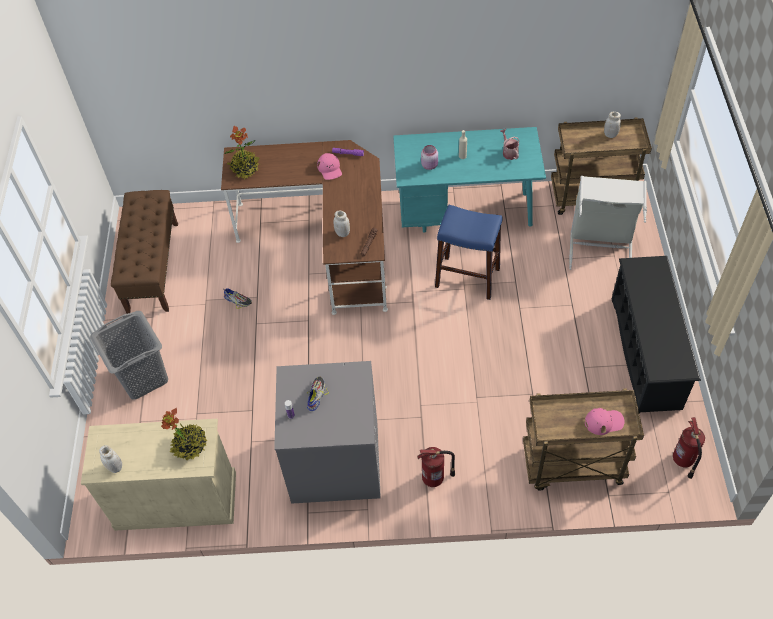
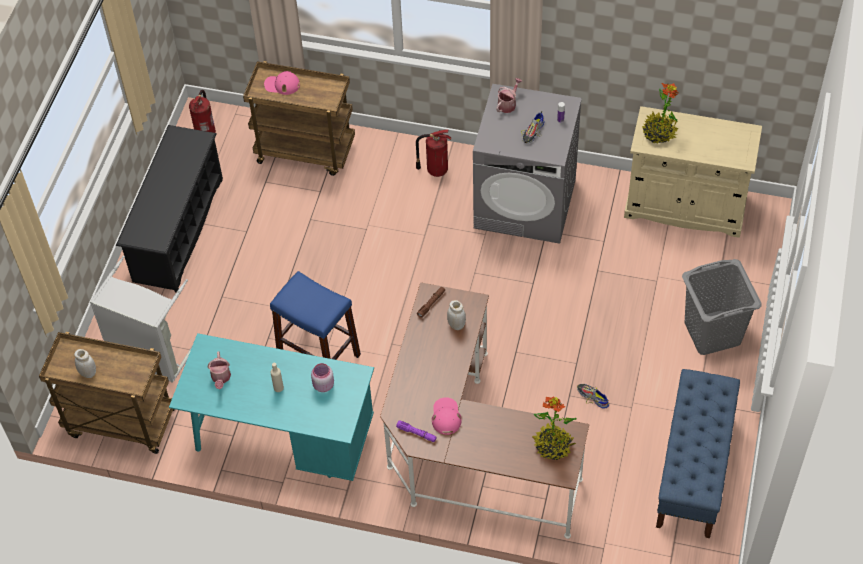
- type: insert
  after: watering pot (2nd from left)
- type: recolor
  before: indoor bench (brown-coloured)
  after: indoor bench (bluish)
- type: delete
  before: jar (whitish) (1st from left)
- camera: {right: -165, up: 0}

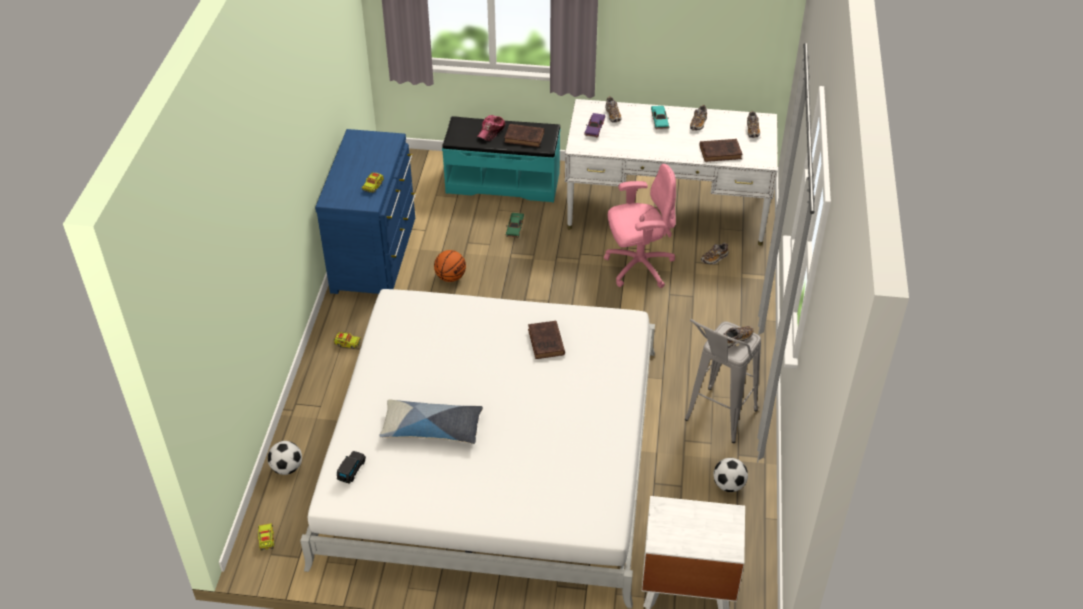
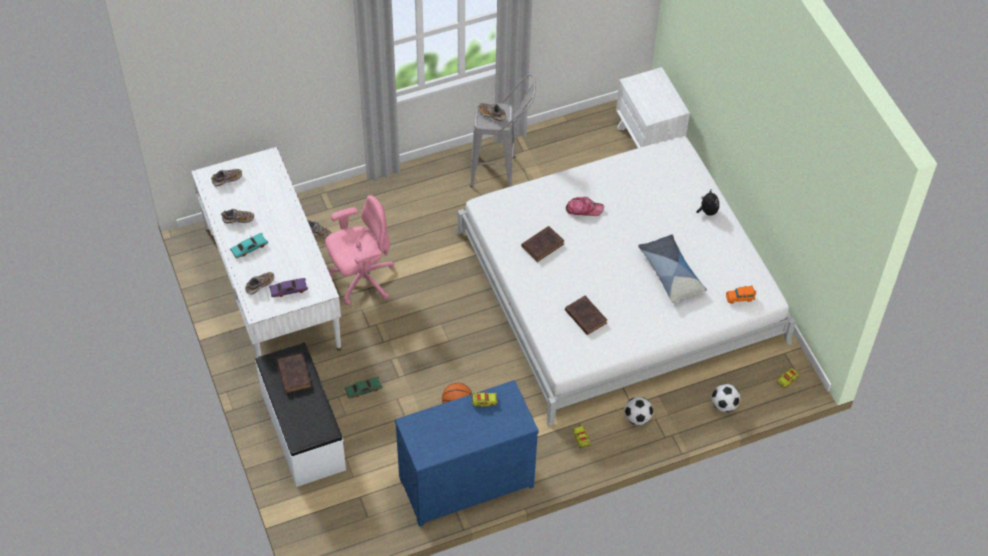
- type: recolor
  before: indoor bench (turquoise-coloured)
  after: indoor bench (whitish)
- type: rotate
  before: desk chair (pink)
  turn: 105
- type: move
  before: book (brown-coloured) (3rd from left)
- type: move
  before: baseball cap
- type: move
  before: football (2nd from left in the first image)
  after: football (1st from left)
- type: insert
  after: cuddly toy
- type: recolor
  before: model car (blackish)
  after: model car (orange-coloured)
- camera: {right: -120, up: 10}

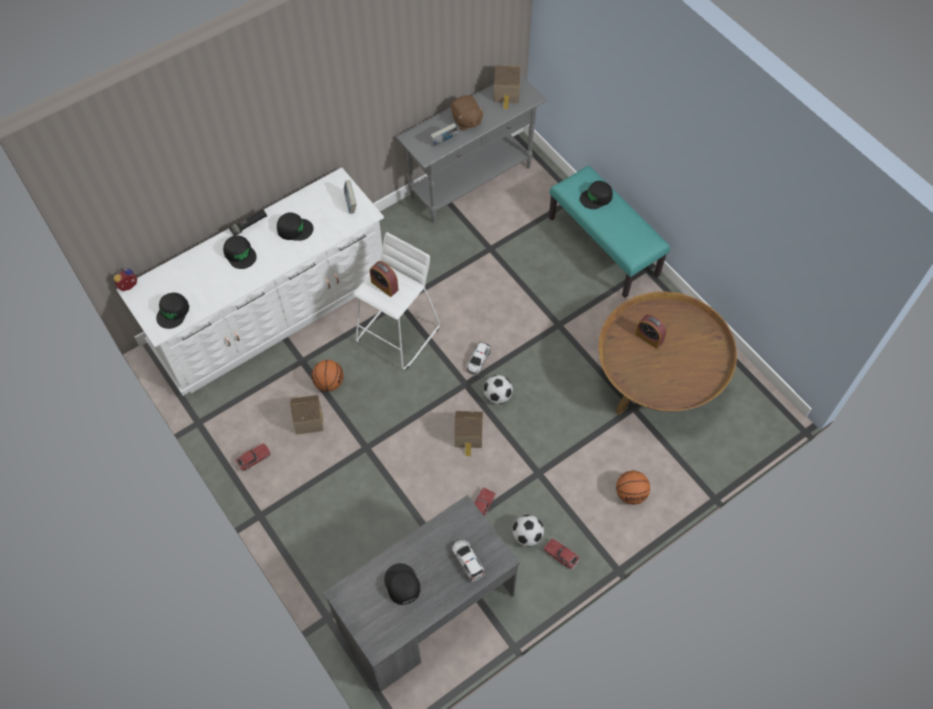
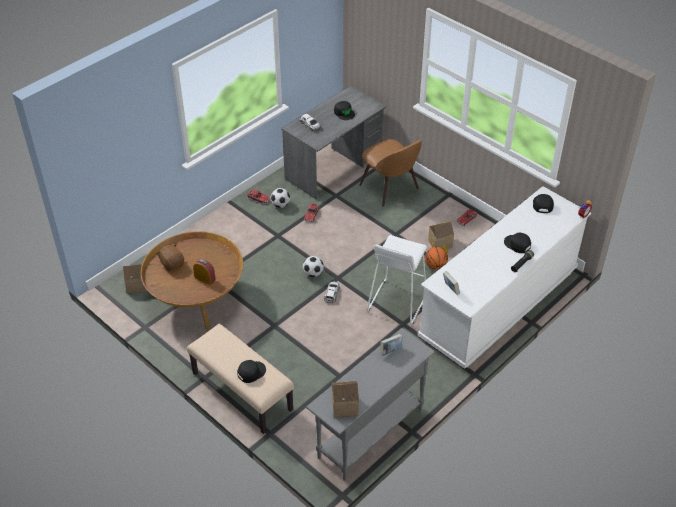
- type: move
  before: miniature house (2nd from left in the first image)
  after: miniature house (1st from left)
- type: move
  before: cuddly toy (brown-coloured)
- type: recolor
  before: indoor bench (turquoise-coloured)
  after: indoor bench (beige)
- type: insert
  after: upright chair (brown-coloured)
- type: delete
  before: baseball cap (blackish) (3rd from left)
- type: delete
  before: bedside clock (2nd from left)
- type: delete
  before: basketball ball (2nd from left)
- camera: {right: 170, up: -15}

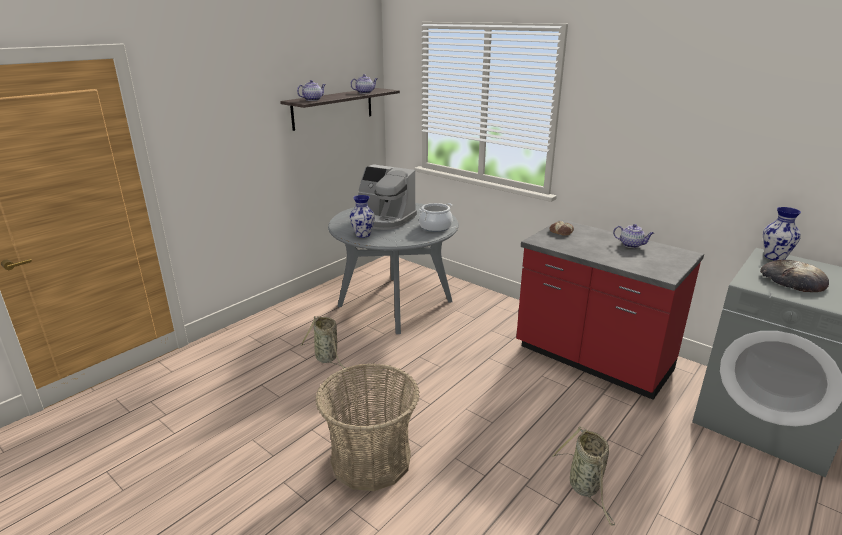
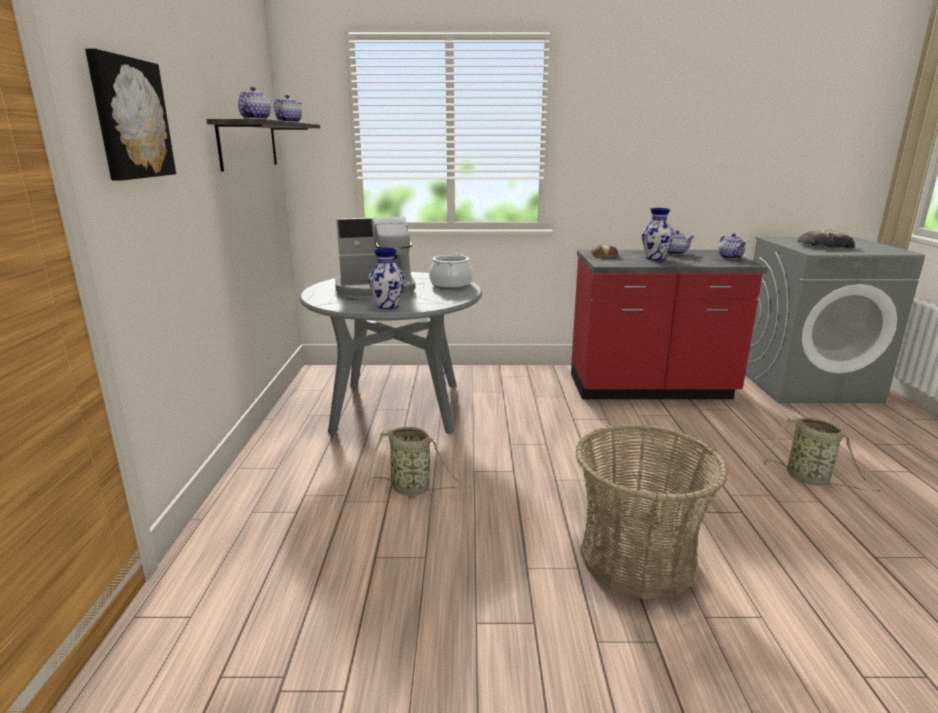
- type: insert
  after: wall art
- type: move
  before: vase (2nd from left)
- type: insert
  after: teapot (4th from left)
- camera: {right: -40, up: -5}

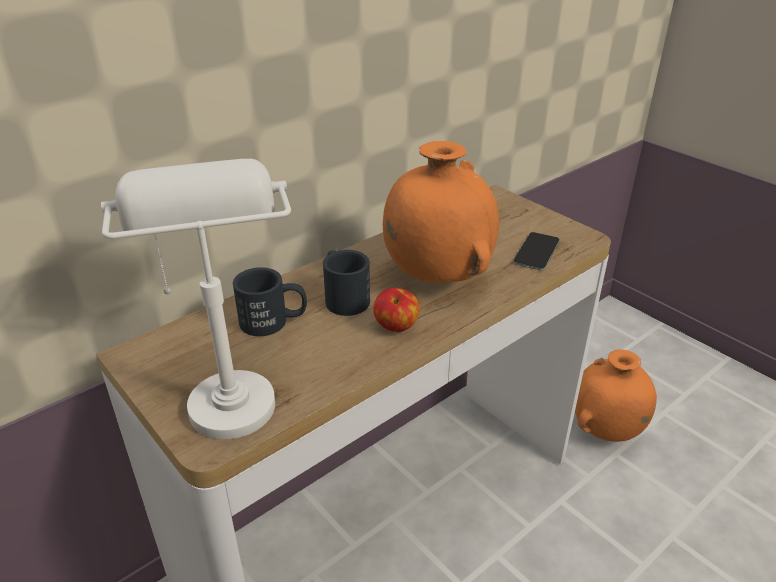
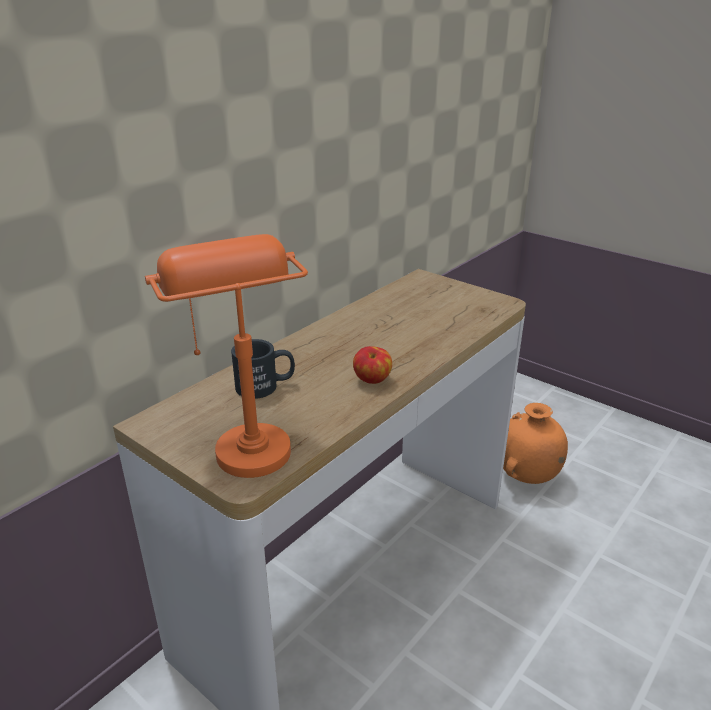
- type: recolor
  before: table lamp (whitish)
  after: table lamp (orange-coloured)
- type: delete
  before: tea mug (blackish) (2nd from left)
- type: delete
  before: vase (orange-coloured) (1st from left)
- type: delete
  before: handset
- camera: {right: -10, up: -5}

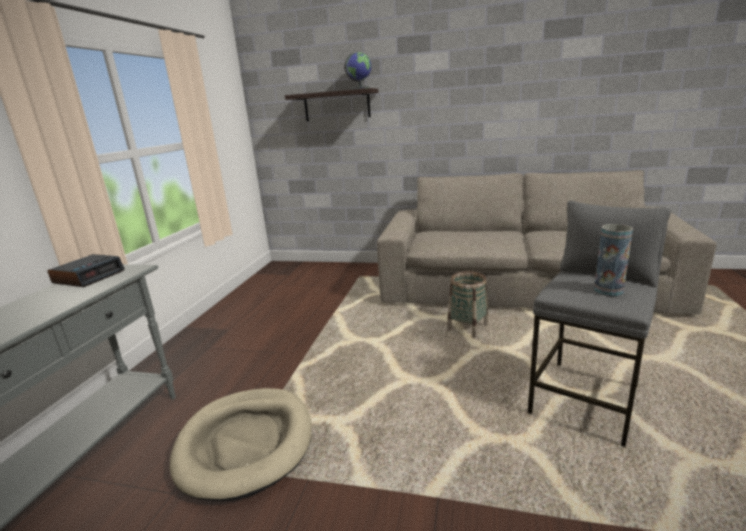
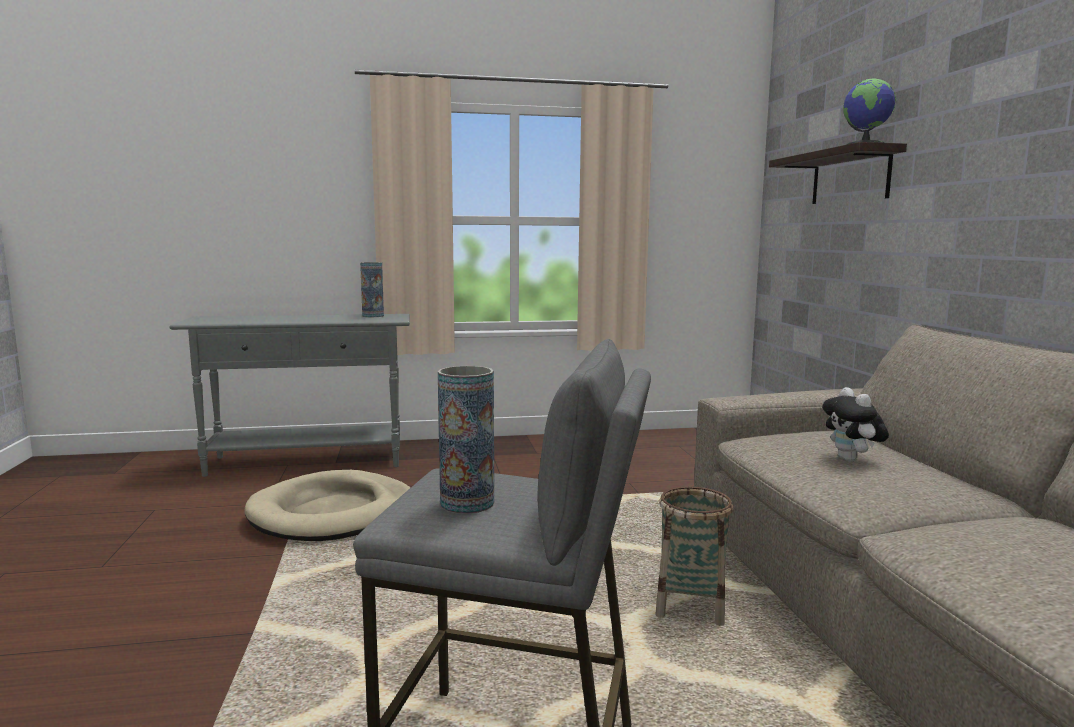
- type: replace
  before: bedside clock
  after: vase (1st from left)
- type: insert
  after: cuddly toy
- camera: {right: 65, up: -10}

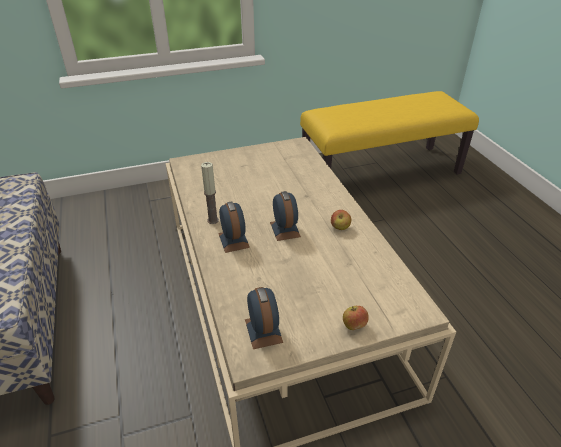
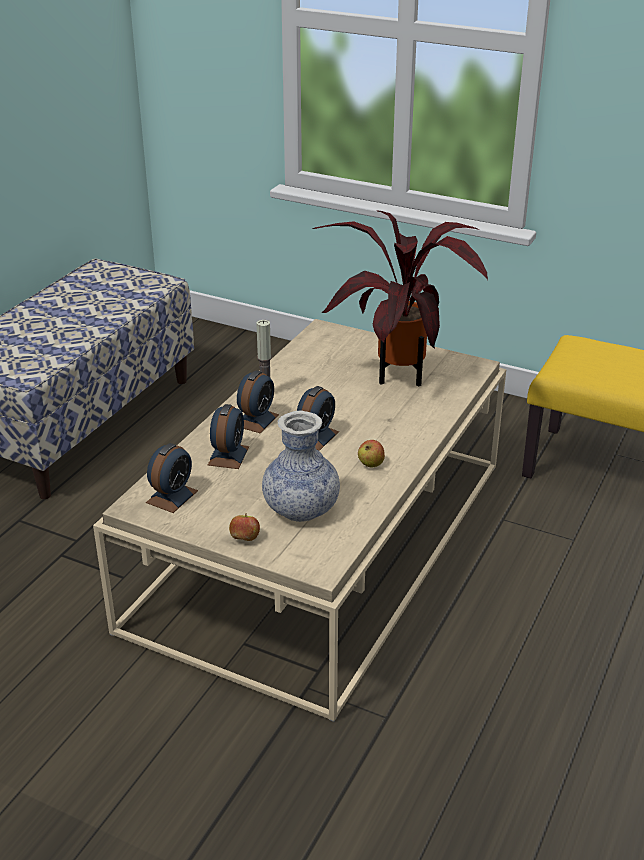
- type: insert
  after: bedside clock (2nd from left)
- type: insert
  after: vase
- type: insert
  after: plant in a pot
- camera: {right: 45, up: -5}

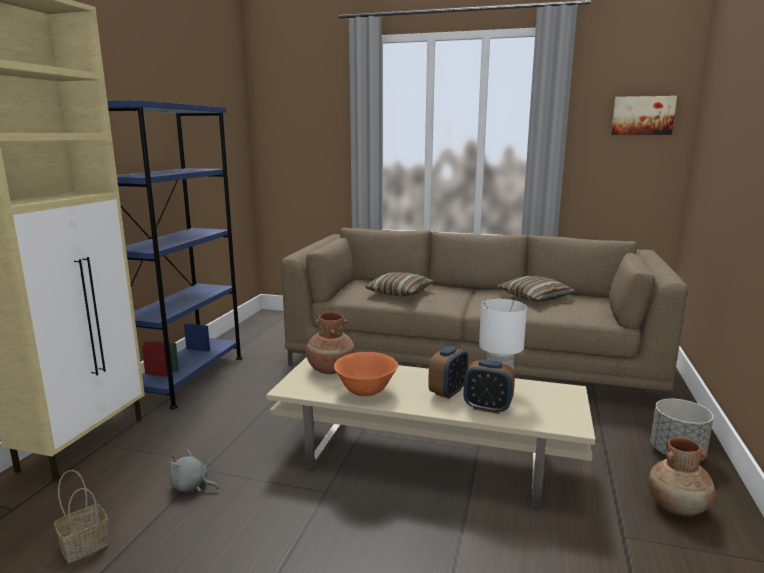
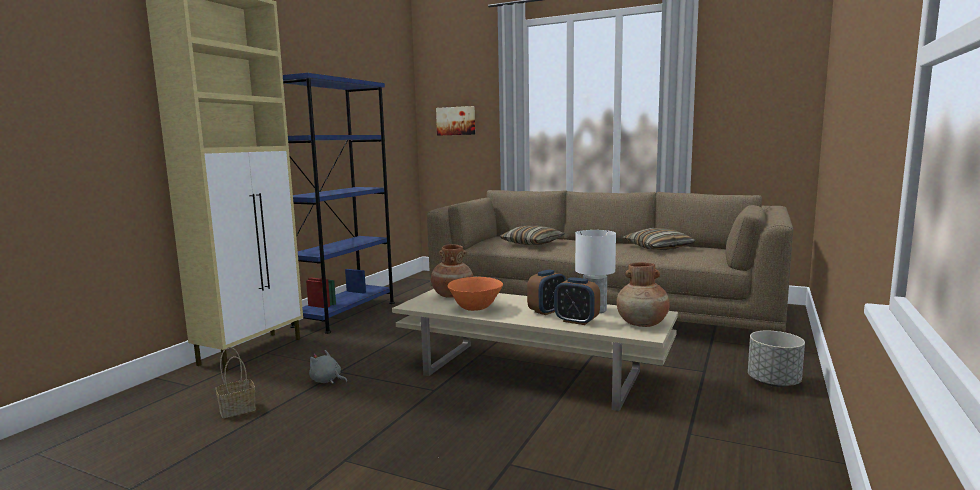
- type: move
  before: wall art
- type: move
  before: vase (brown-coloured) (2nd from left)
- camera: {right: 10, up: -5}

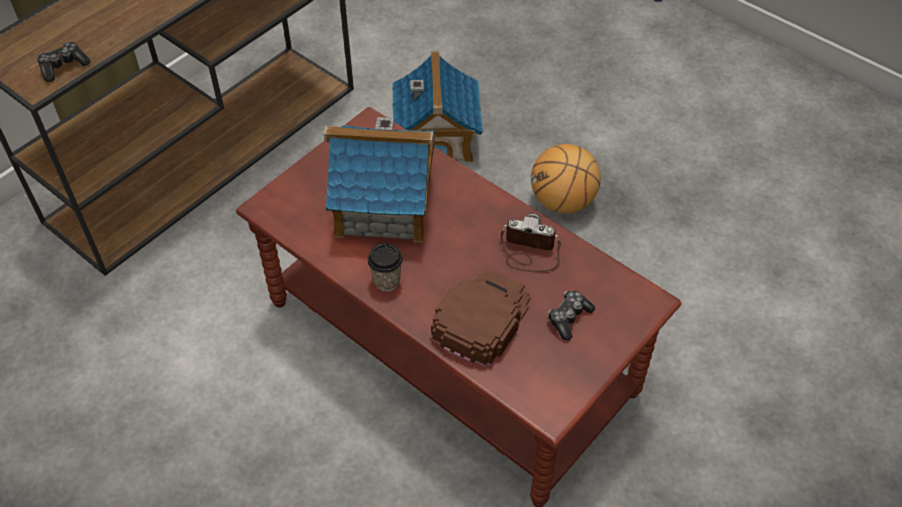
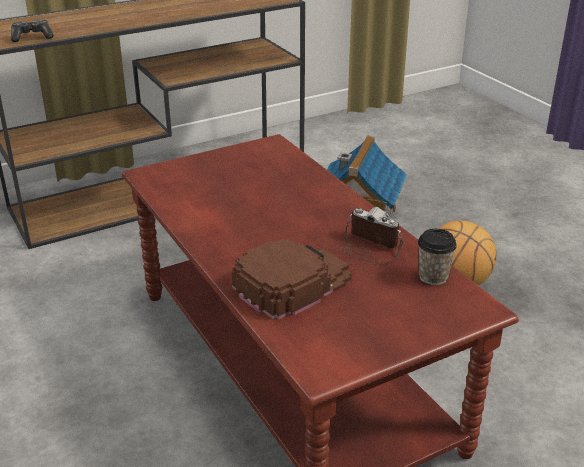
- type: move
  before: drinking cup
- type: delete
  before: miniature house (1st from left)
- type: delete
  before: gamepad (2nd from left)
- camera: {right: 20, up: -20}

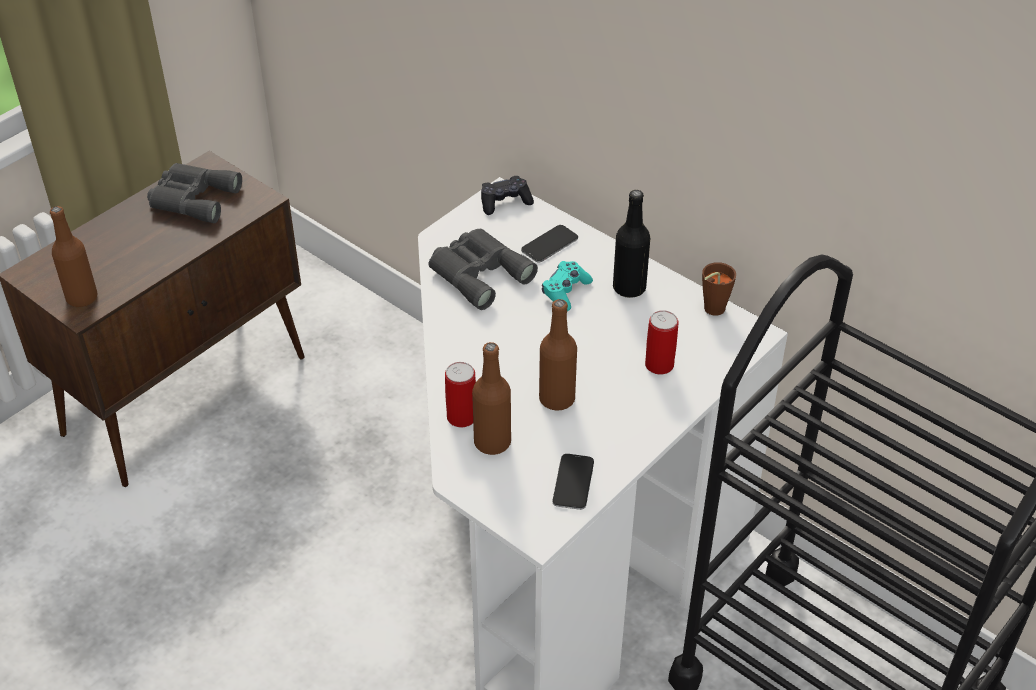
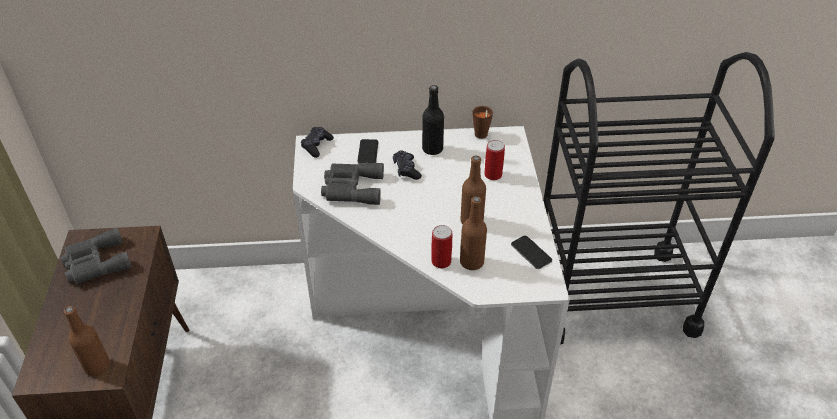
- type: recolor
  before: gamepad (turquoise-coloured)
  after: gamepad (blackish) (2nd from left)
- camera: {right: -45, up: 0}

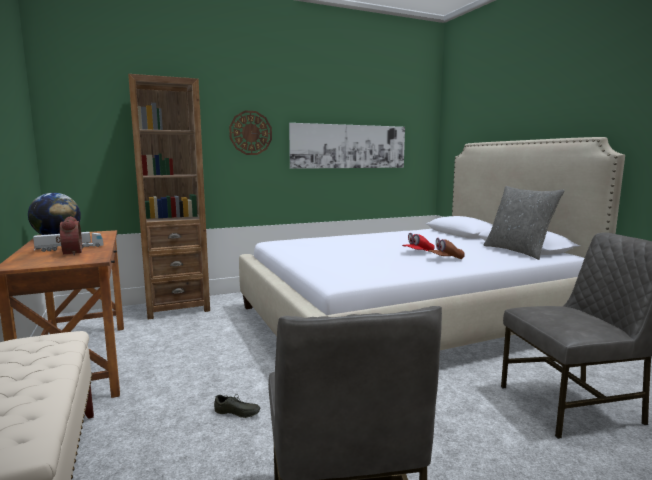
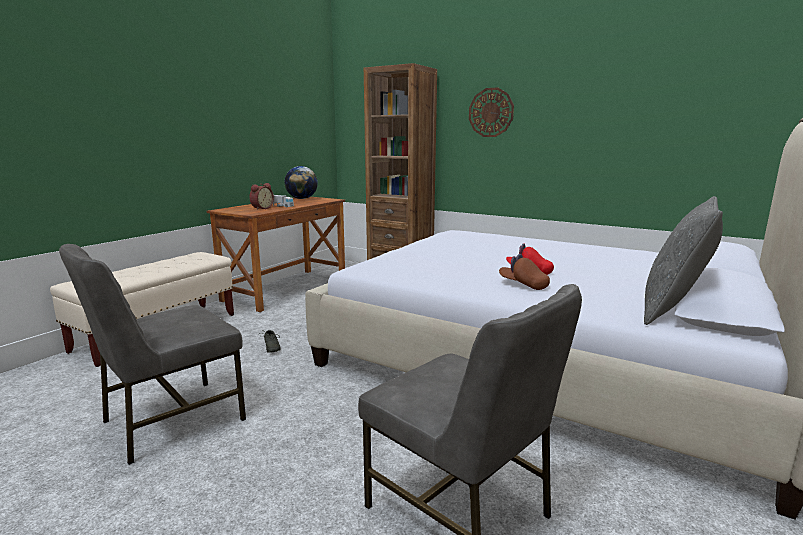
- type: delete
  before: wall art
- camera: {right: 55, up: 5}

